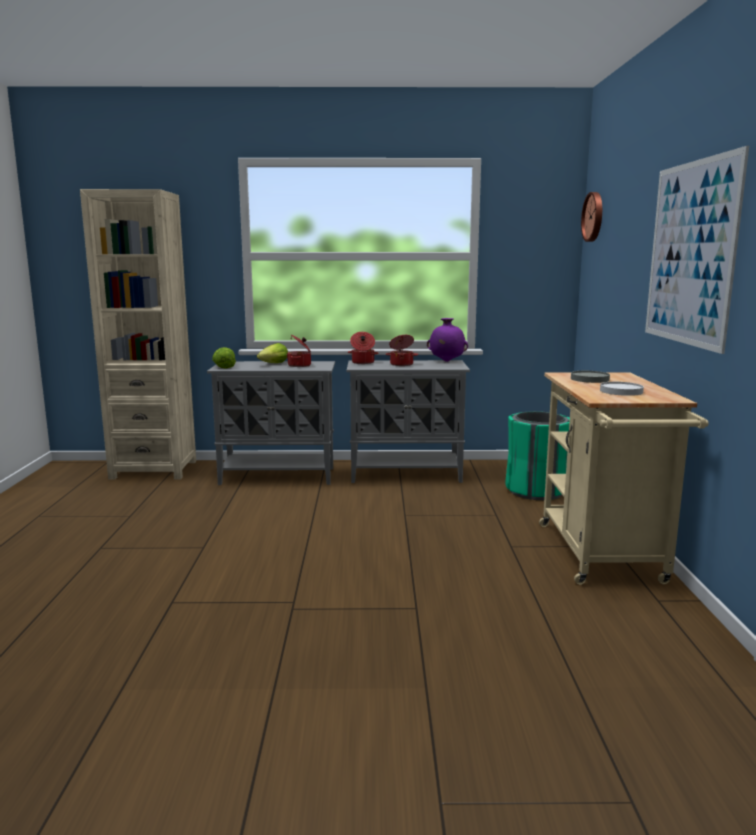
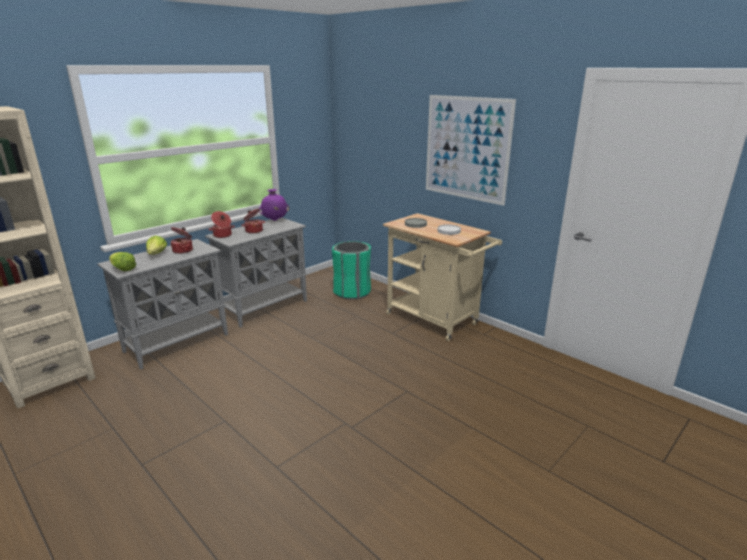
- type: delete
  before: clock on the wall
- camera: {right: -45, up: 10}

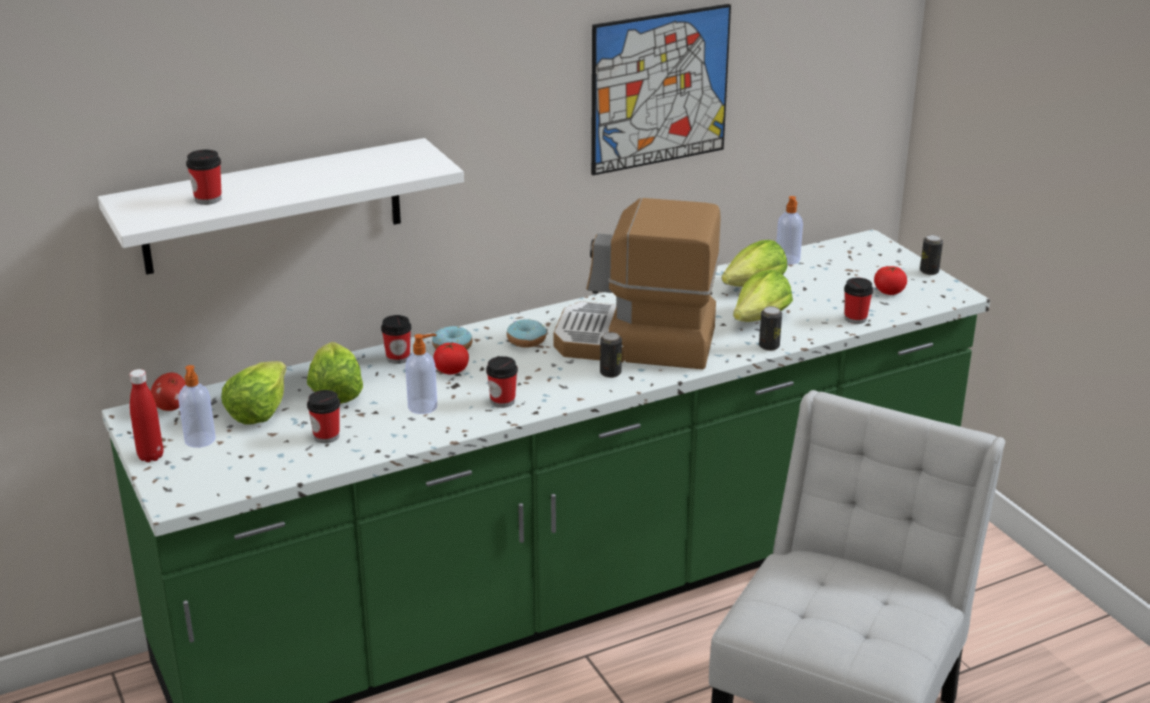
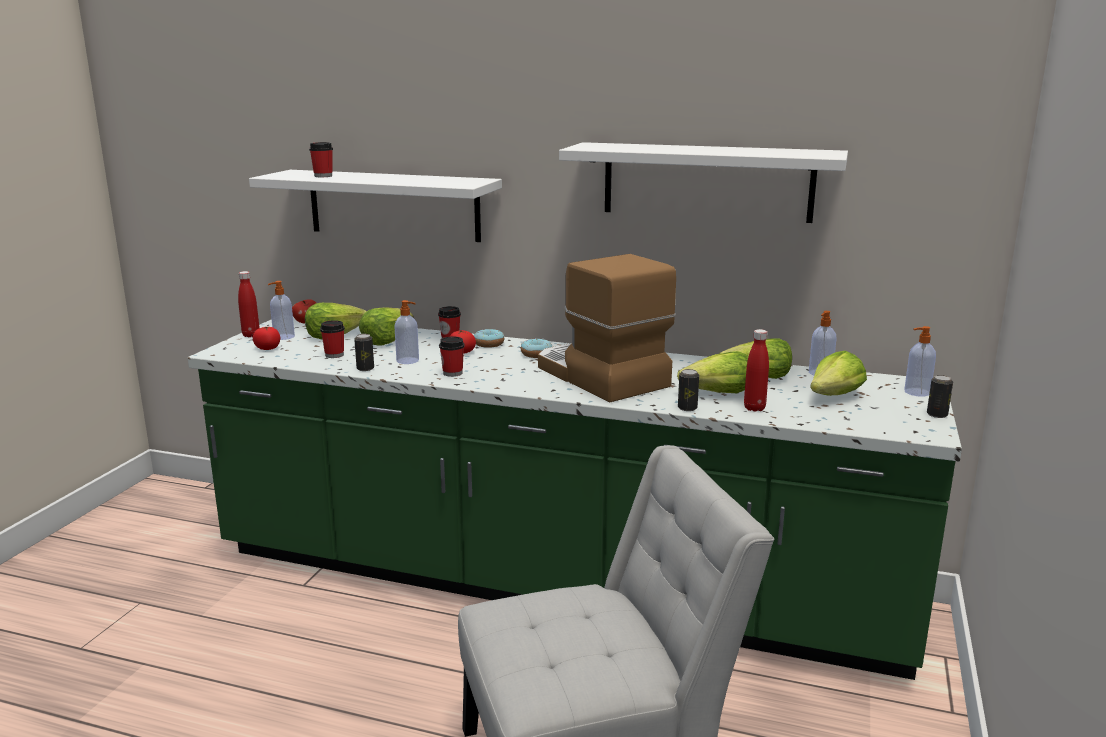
- type: move
  before: fresh tomato (2nd from left in the first image)
  after: fresh tomato (1st from left)
- type: move
  before: metal can (1st from left)
- type: replace
  before: wall art
  after: wall shelf (whitish) (2nd from left)
- type: insert
  after: drink bottle (red) (2nd from left)
- type: insert
  after: lettuce (5th from left)
- type: insert
  after: liquid soap bottle (4th from left)
- type: delete
  before: drinking cup (5th from left)
- camera: {right: 45, up: -10}

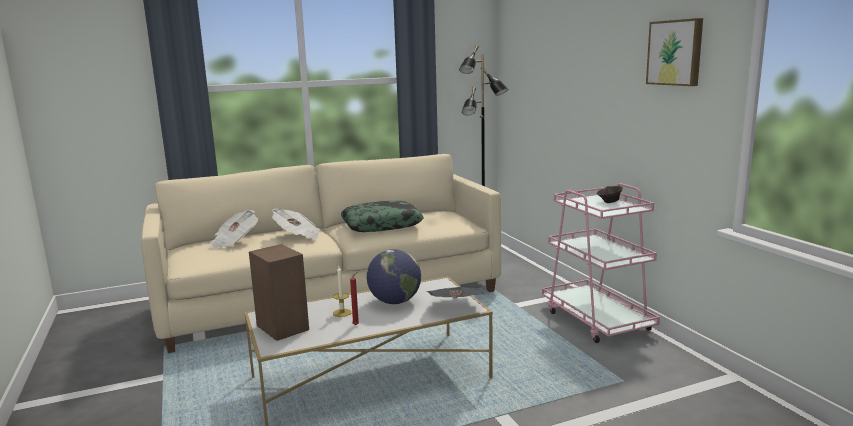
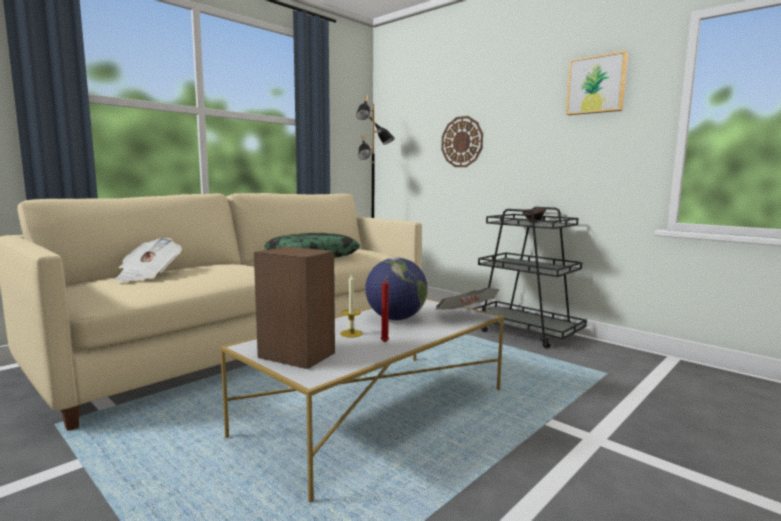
- type: insert
  after: clock on the wall
- type: recolor
  before: cart (pink)
  after: cart (blackish)
- type: delete
  before: printed paper (2nd from left)
- camera: {right: -25, up: -5}

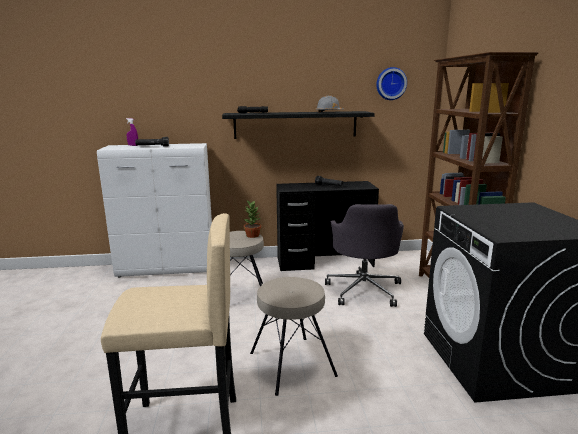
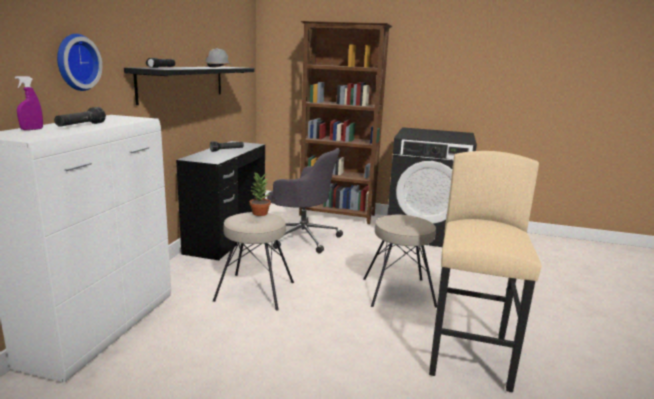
- type: move
  before: clock on the wall
- camera: {right: -70, up: 0}

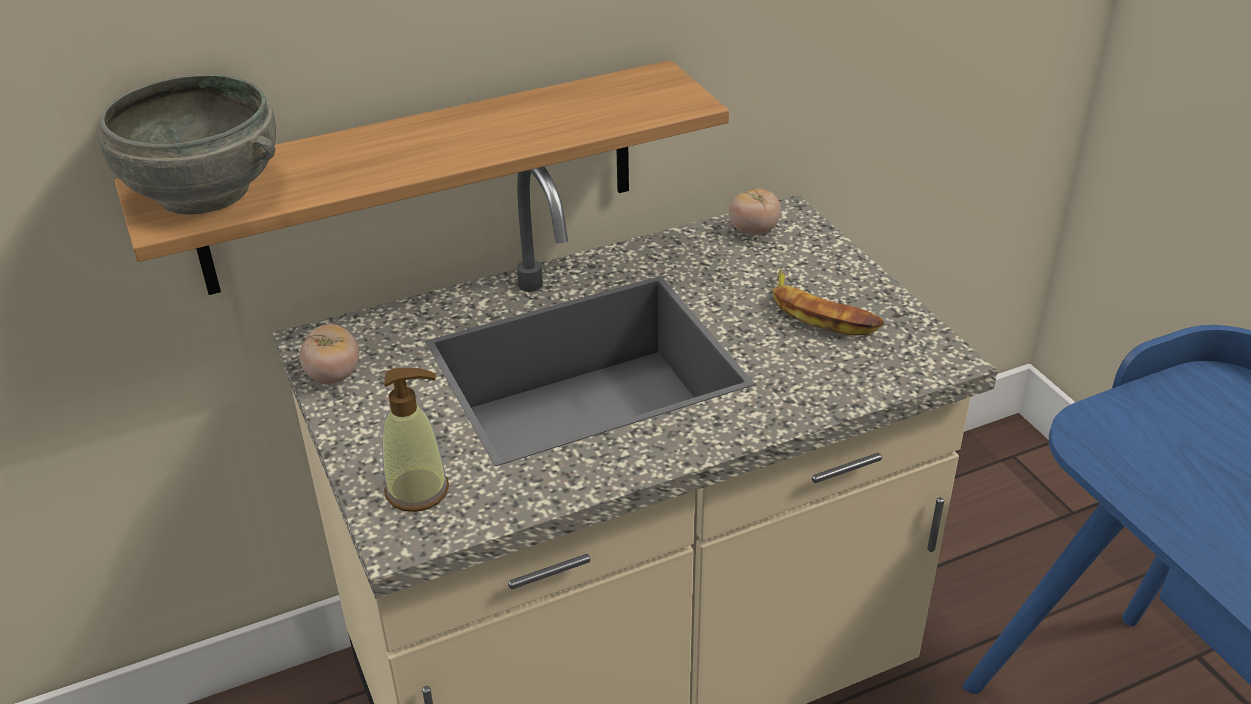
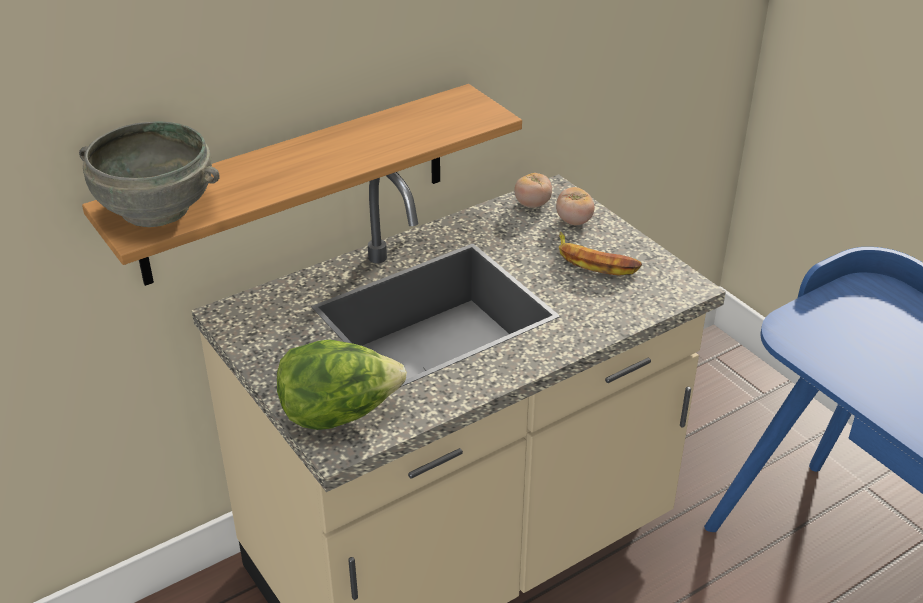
- type: replace
  before: liquid soap bottle
  after: lettuce
- type: move
  before: fresh tomato (1st from left in the first image)
  after: fresh tomato (2nd from left)
- camera: {right: -10, up: 0}

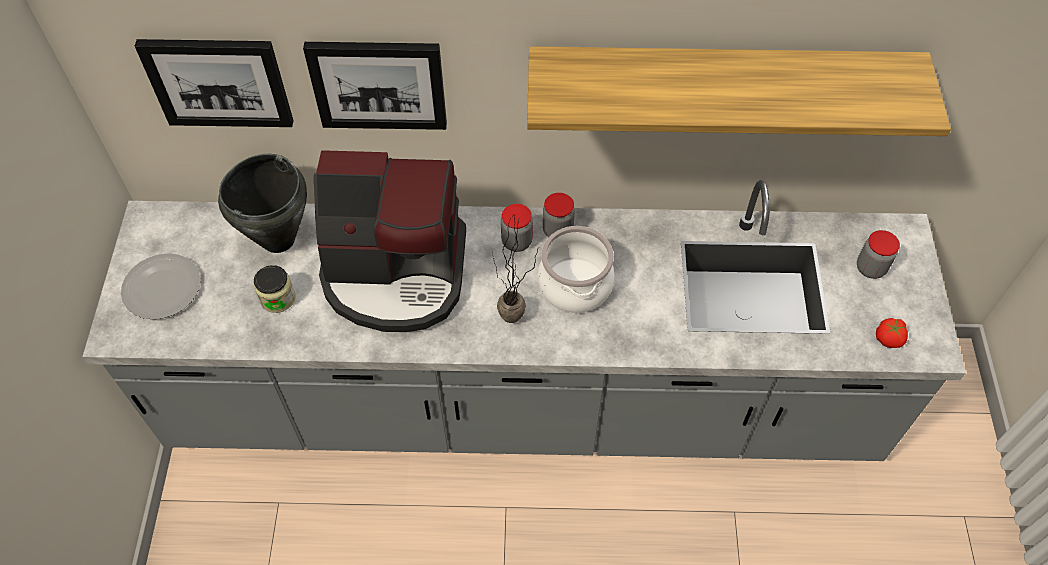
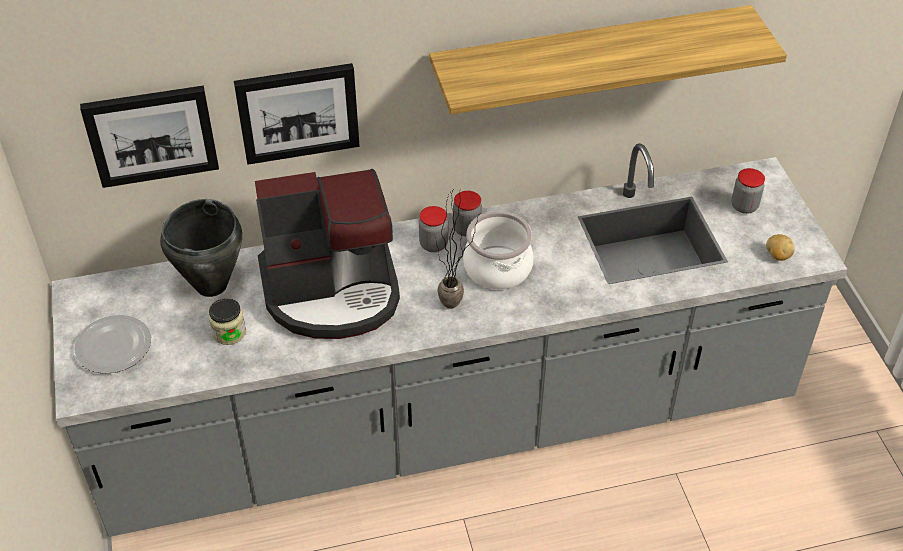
- type: replace
  before: fresh tomato
  after: potato
- camera: {right: -15, up: -10}

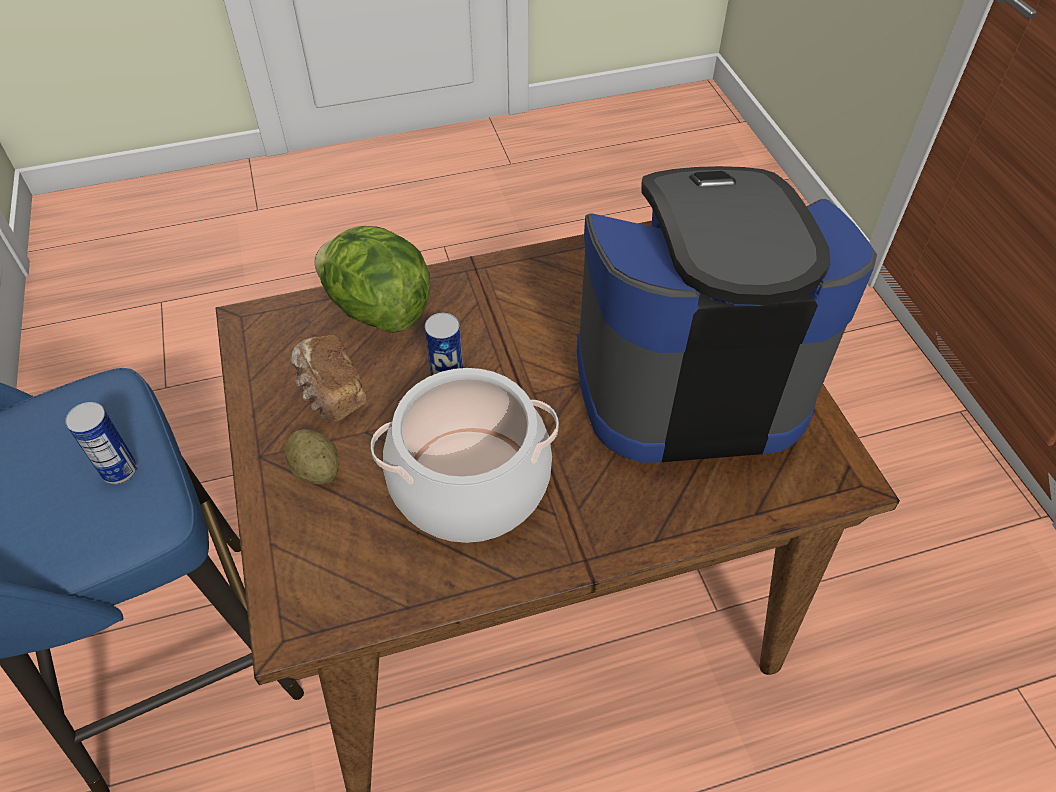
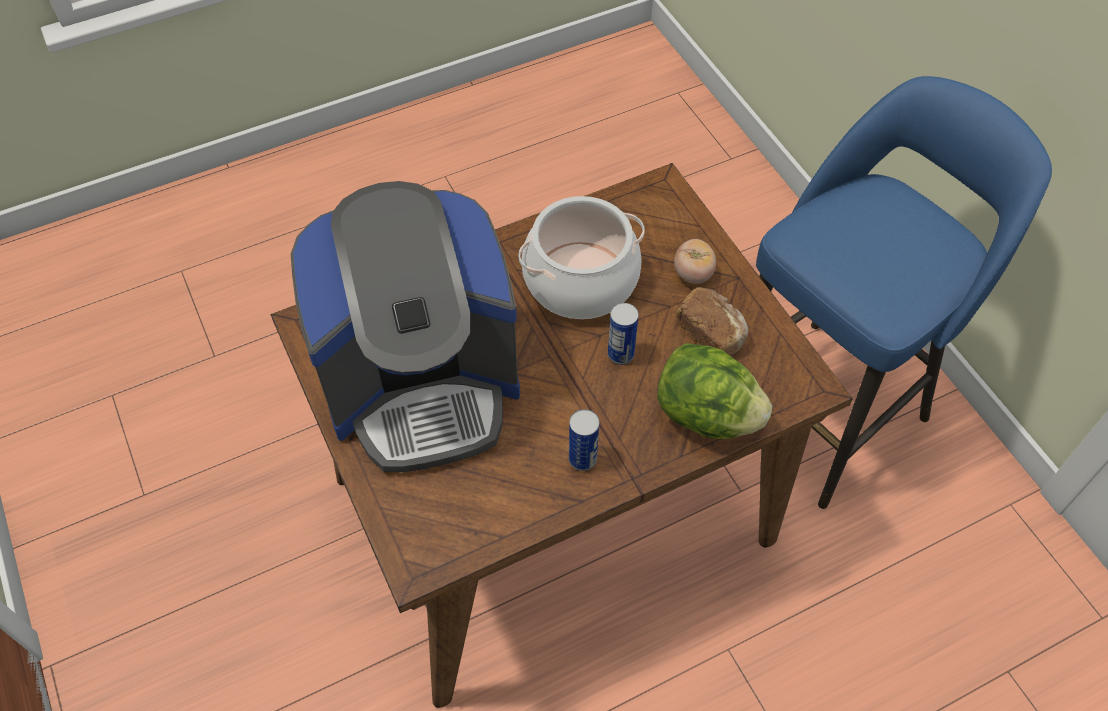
- type: move
  before: metal can (1st from left)
- type: replace
  before: potato
  after: fresh tomato
- camera: {right: 170, up: 5}

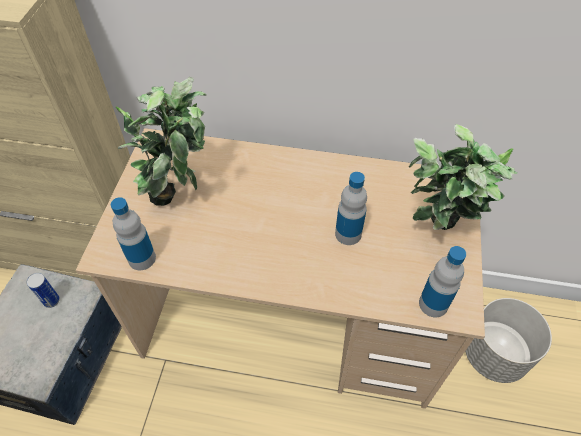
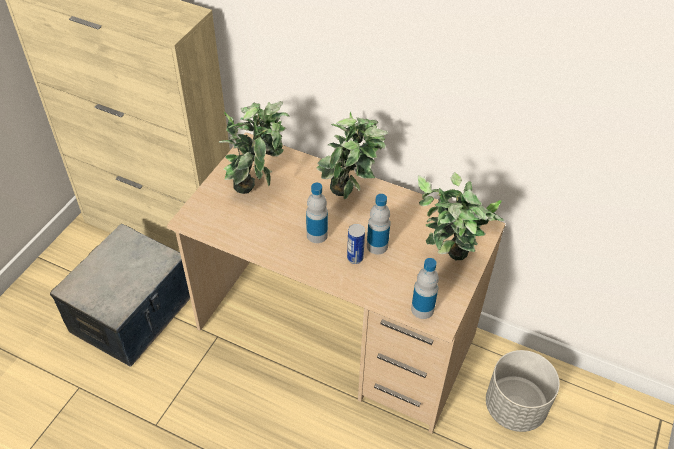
- type: move
  before: drink bottle (1st from left)
- type: insert
  after: plant in a pot (2nd from left)
- type: move
  before: metal can
- camera: {right: 15, up: -5}

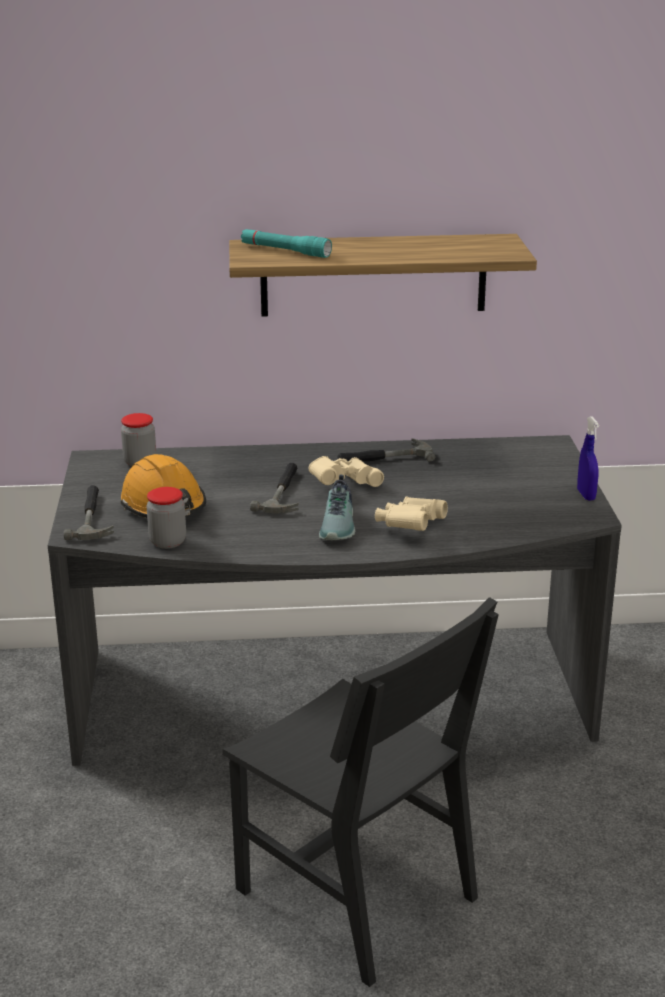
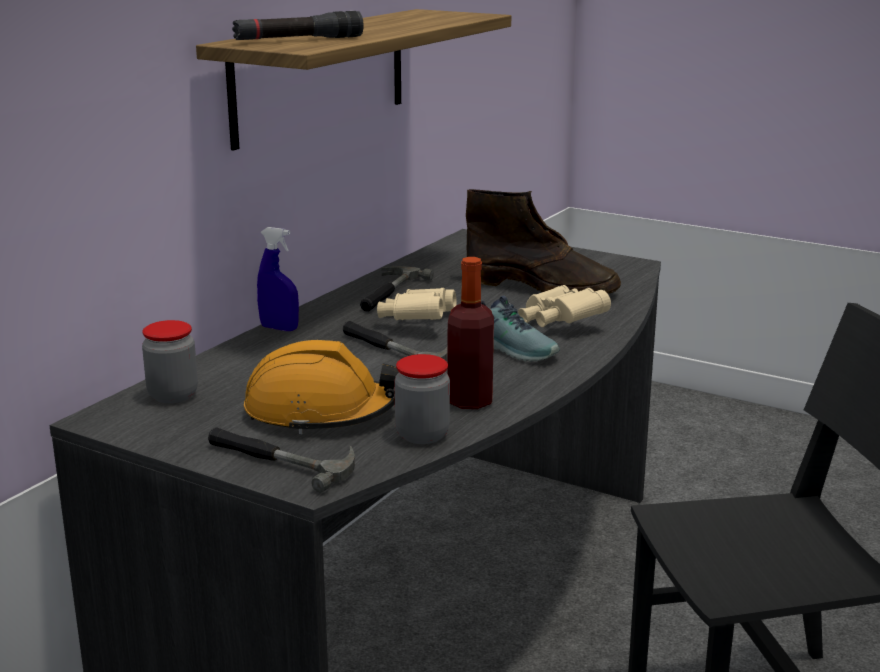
- type: recolor
  before: hand torch (turquoise-coloured)
  after: hand torch (blackish)
- type: move
  before: spray bottle (bluish)
- type: insert
  after: drink bottle
- type: insert
  after: tall boot (brown-coloured)
- camera: {right: -55, up: -5}

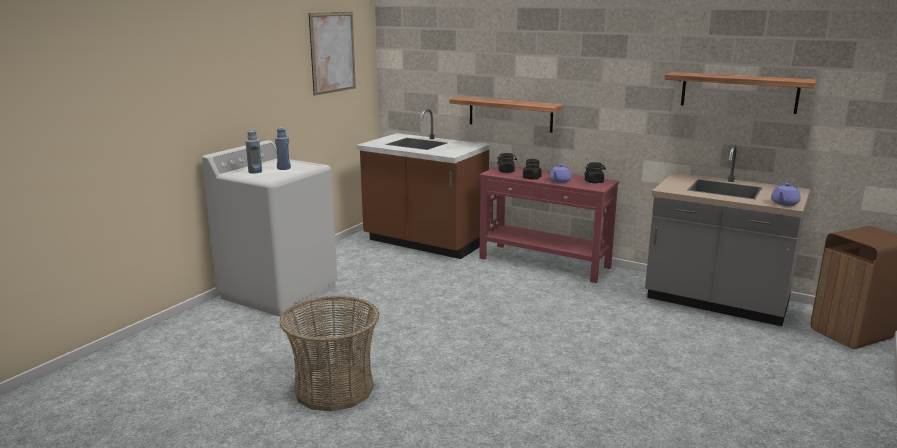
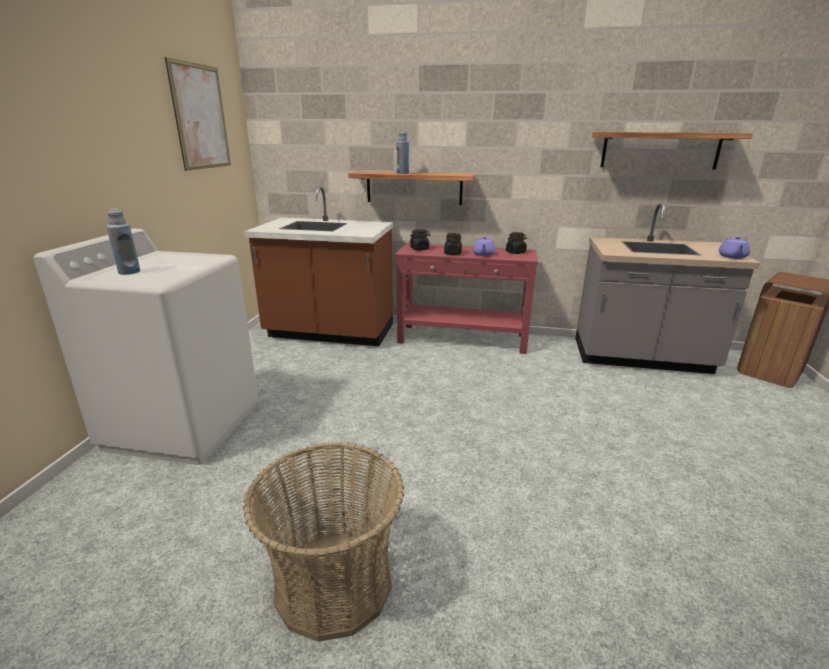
- type: move
  before: drink bottle (bluish) (2nd from left)
- camera: {right: -20, up: 5}

